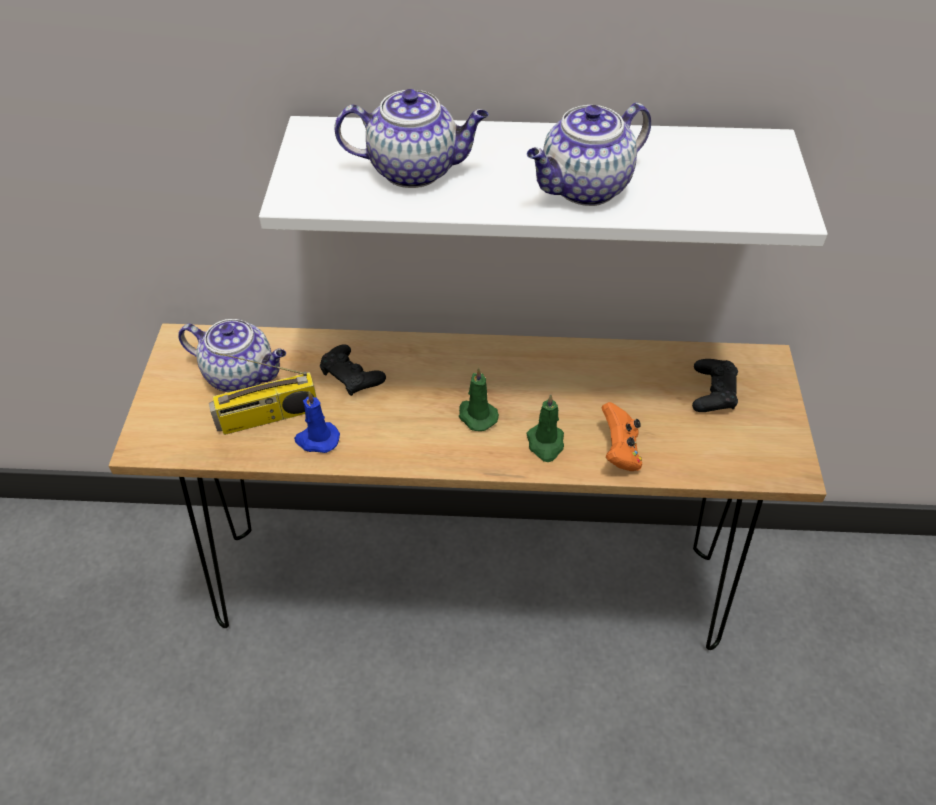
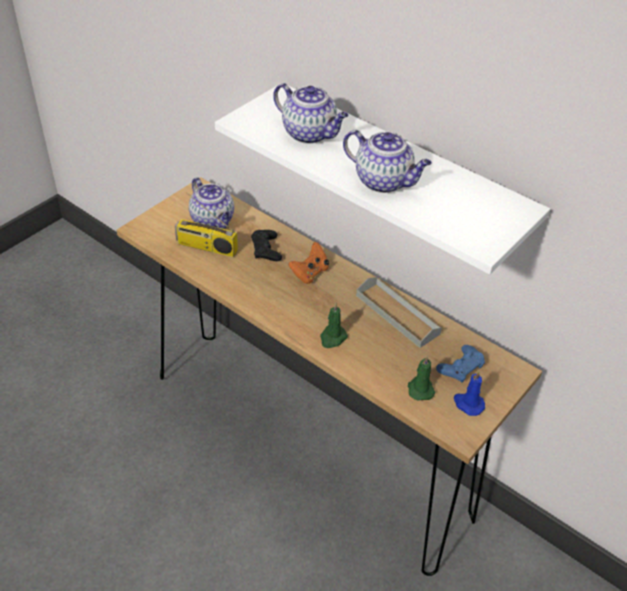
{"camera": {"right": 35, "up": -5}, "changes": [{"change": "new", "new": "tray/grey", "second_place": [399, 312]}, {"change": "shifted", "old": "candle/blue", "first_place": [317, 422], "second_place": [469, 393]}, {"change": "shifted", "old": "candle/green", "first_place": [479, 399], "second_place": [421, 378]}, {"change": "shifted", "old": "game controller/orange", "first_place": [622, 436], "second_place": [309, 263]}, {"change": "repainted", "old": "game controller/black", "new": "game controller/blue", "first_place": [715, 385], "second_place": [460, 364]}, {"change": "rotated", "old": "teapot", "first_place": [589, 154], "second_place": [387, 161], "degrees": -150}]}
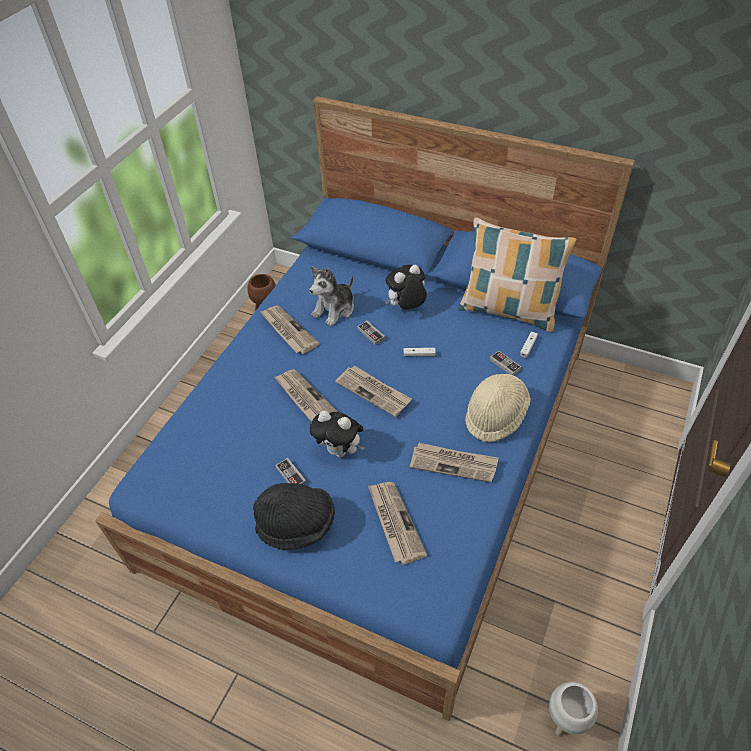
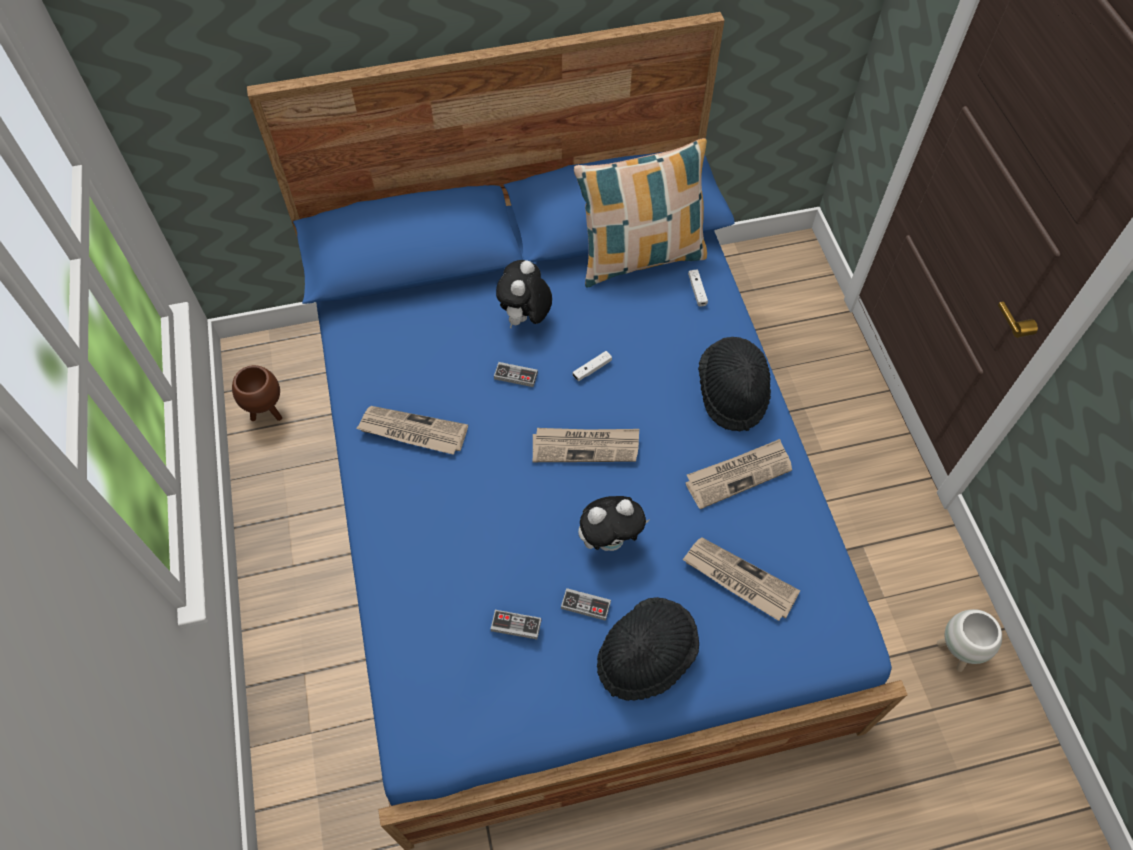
{"camera": {"right": -40, "up": 10}, "changes": [{"change": "gone", "old": "newspaper", "first_place": [306, 396]}, {"change": "gone", "old": "plush toy", "first_place": [331, 296]}, {"change": "shifted", "old": "game controller", "first_place": [505, 363], "second_place": [516, 624]}, {"change": "repainted", "old": "hat/beige", "new": "hat/black", "first_place": [498, 408], "second_place": [734, 384]}]}
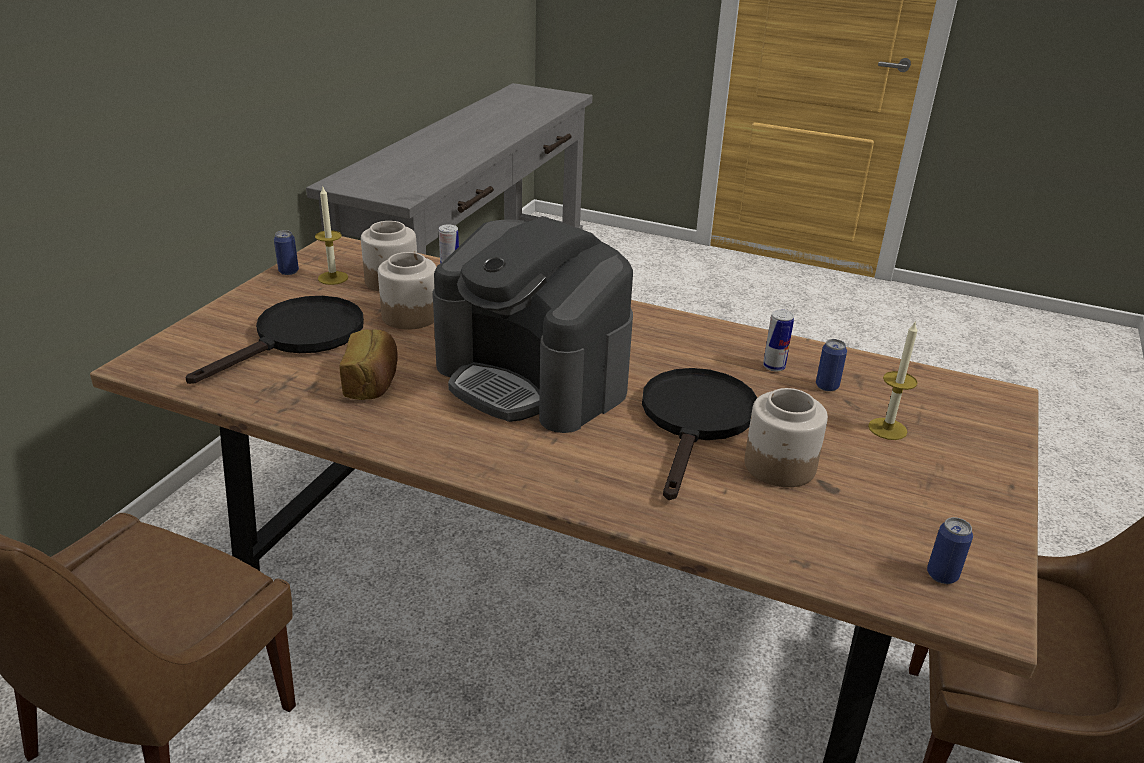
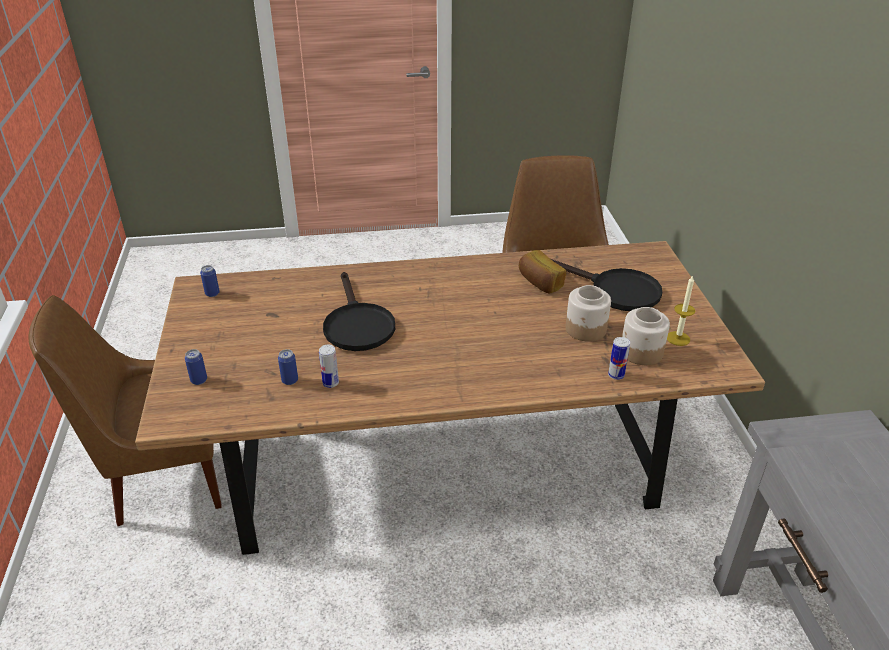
{"camera": {"right": 150, "up": 5}, "changes": [{"change": "gone", "old": "coffee machine", "first_place": [533, 325]}, {"change": "gone", "old": "jar", "first_place": [786, 437]}, {"change": "gone", "old": "candle", "first_place": [893, 380]}, {"change": "shifted", "old": "can", "first_place": [286, 252], "second_place": [196, 367]}, {"change": "rotated", "old": "frying pan/black", "first_place": [275, 340], "second_place": [606, 285], "degrees": -60}]}
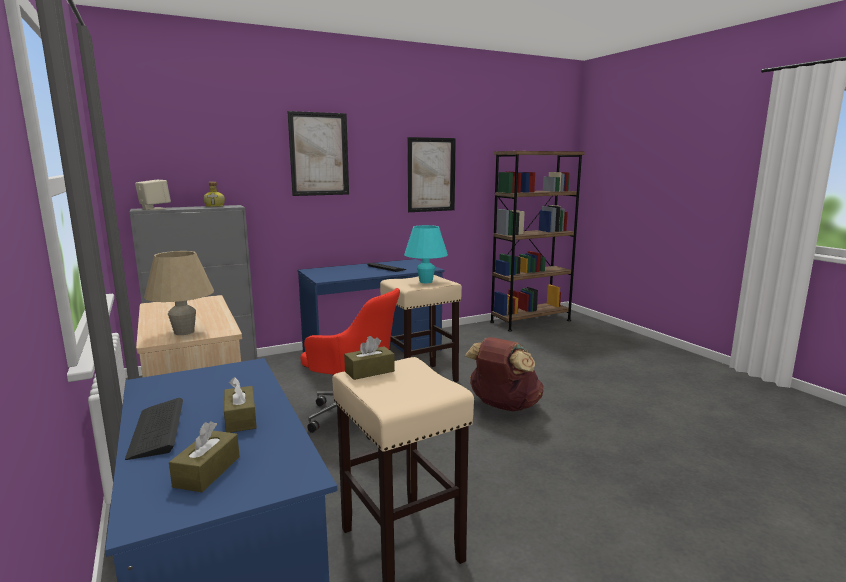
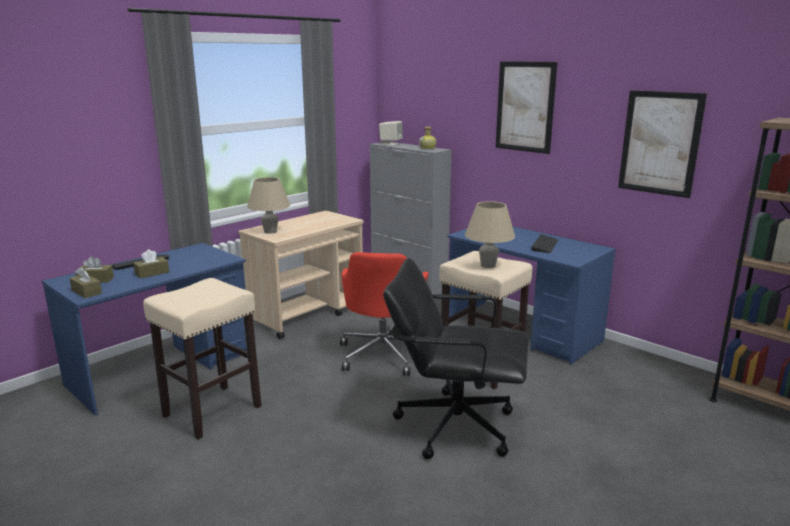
{"camera": {"right": 70, "up": 5}, "changes": [{"change": "shifted", "old": "tissue box/brown", "first_place": [369, 358], "second_place": [85, 282]}, {"change": "swapped", "old": "backpack/brown", "new": "office chair/black", "first_place": [503, 374], "second_place": [456, 358]}, {"change": "repainted", "old": "table lamp/turquoise", "new": "table lamp/beige", "first_place": [426, 254], "second_place": [490, 234]}]}
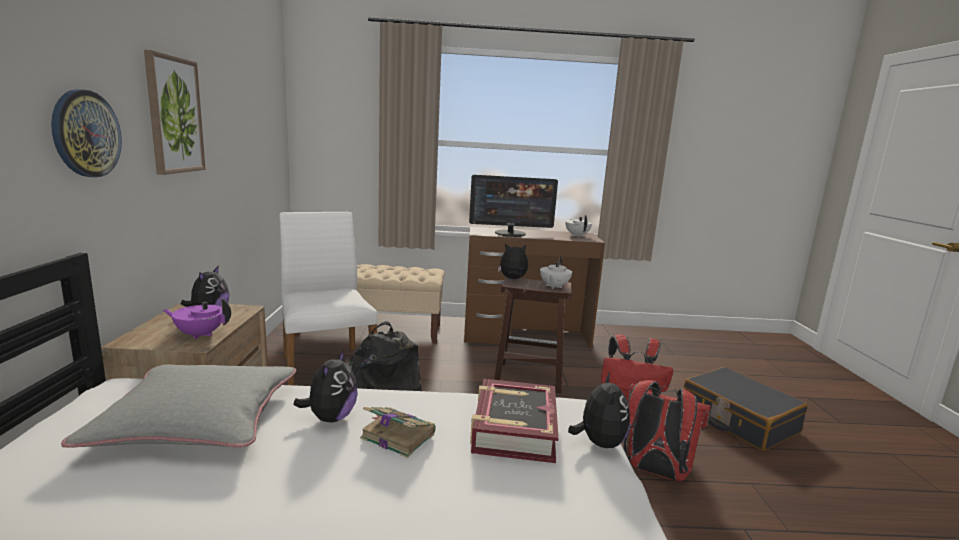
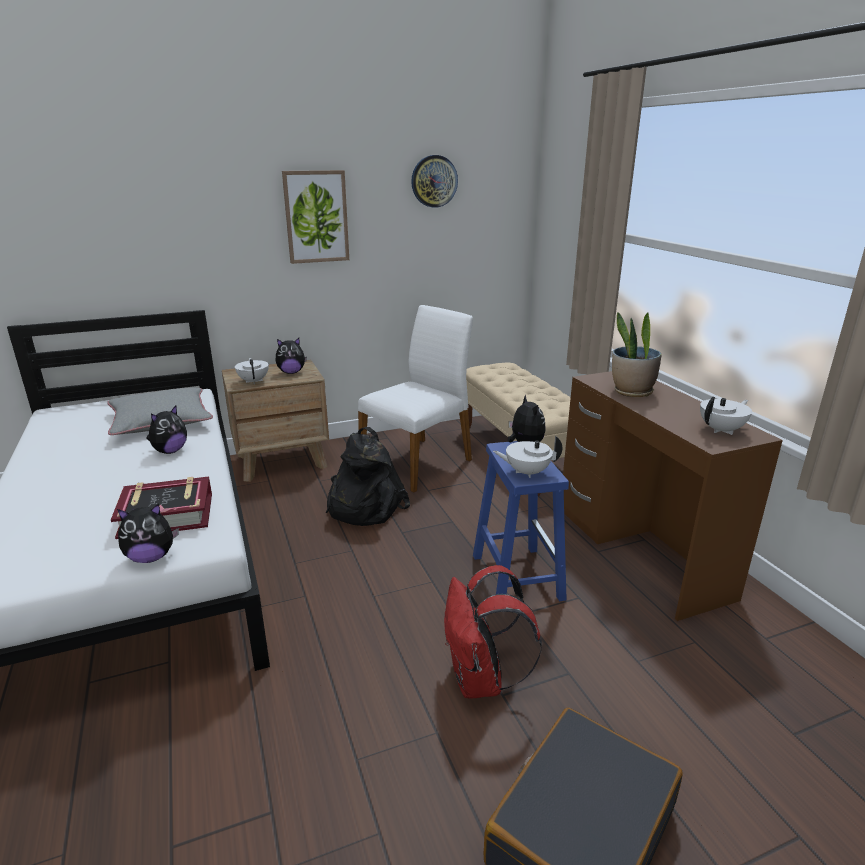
{"camera": {"right": 70, "up": 10}, "changes": [{"change": "gone", "old": "book", "first_place": [398, 432]}, {"change": "gone", "old": "backpack/red", "first_place": [667, 430]}, {"change": "shifted", "old": "wall clock", "first_place": [86, 133], "second_place": [434, 181]}, {"change": "swapped", "old": "monitor", "new": "potted plant", "first_place": [513, 206], "second_place": [636, 354]}, {"change": "repainted", "old": "teapot/purple", "new": "teapot/white", "first_place": [197, 318], "second_place": [252, 371]}, {"change": "repainted", "old": "stool/brown", "new": "stool/blue", "first_place": [533, 335], "second_place": [521, 521]}, {"change": "rotated", "old": "plush toy", "first_place": [325, 385], "second_place": [166, 430], "degrees": -45}]}
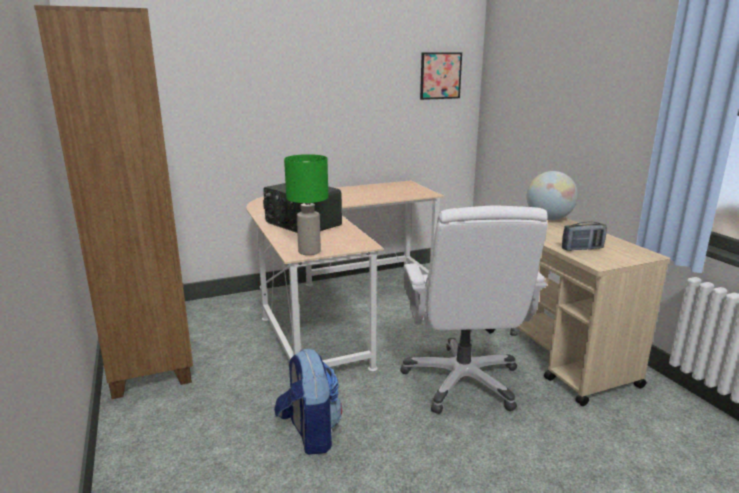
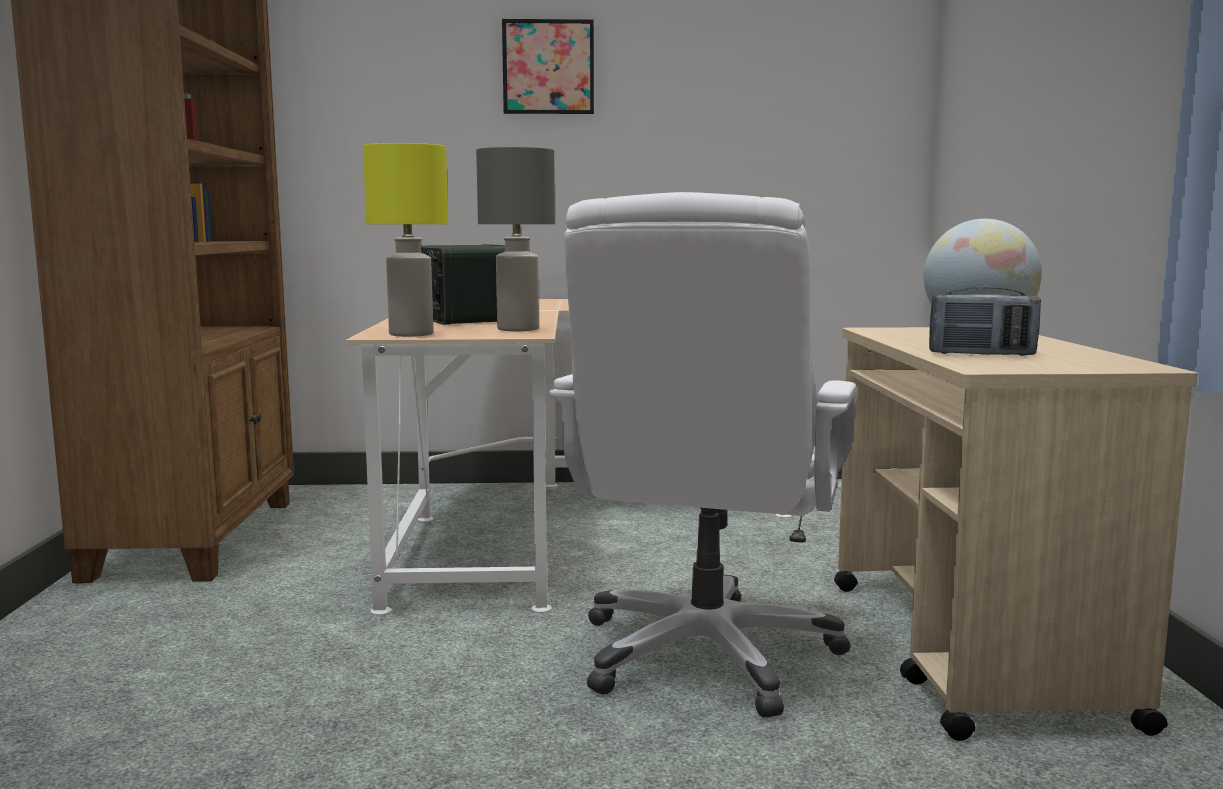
{"camera": {"right": 20, "up": -10}, "changes": [{"change": "gone", "old": "backpack", "first_place": [308, 402]}, {"change": "new", "new": "table lamp/grey", "second_place": [515, 239]}, {"change": "shifted", "old": "picture", "first_place": [441, 76], "second_place": [548, 66]}, {"change": "repainted", "old": "table lamp/green", "new": "table lamp/yellow", "first_place": [306, 204], "second_place": [405, 240]}]}
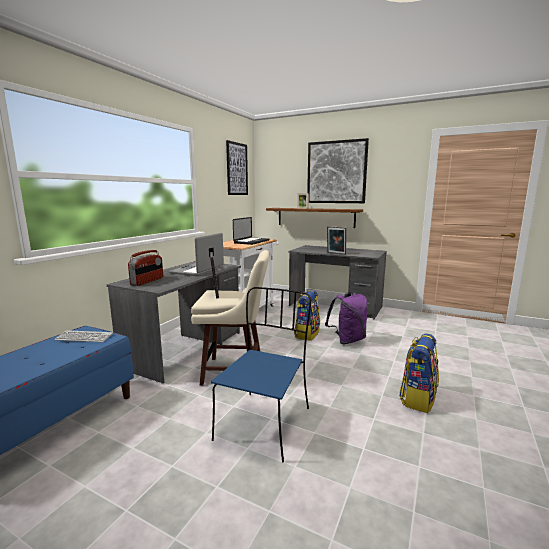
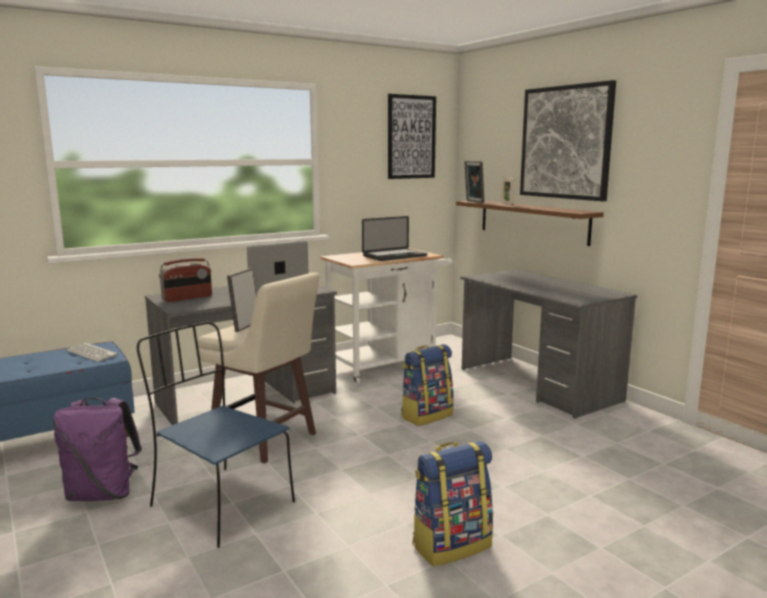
{"camera": {"right": 30, "up": 0}, "changes": [{"change": "shifted", "old": "backpack/purple", "first_place": [346, 318], "second_place": [97, 449]}, {"change": "shifted", "old": "picture frame", "first_place": [336, 240], "second_place": [474, 182]}, {"change": "rotated", "old": "chair/blue", "first_place": [261, 374], "second_place": [216, 435], "degrees": -105}]}
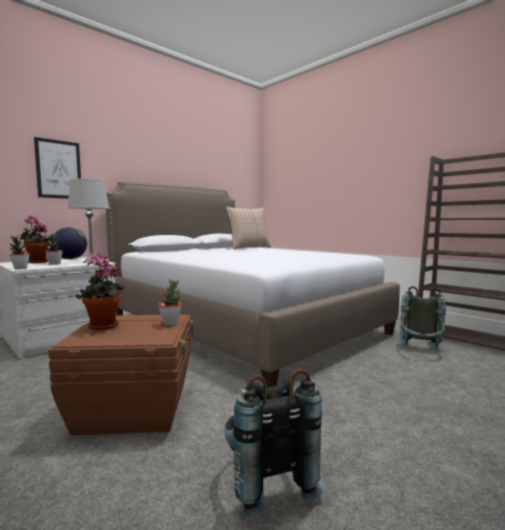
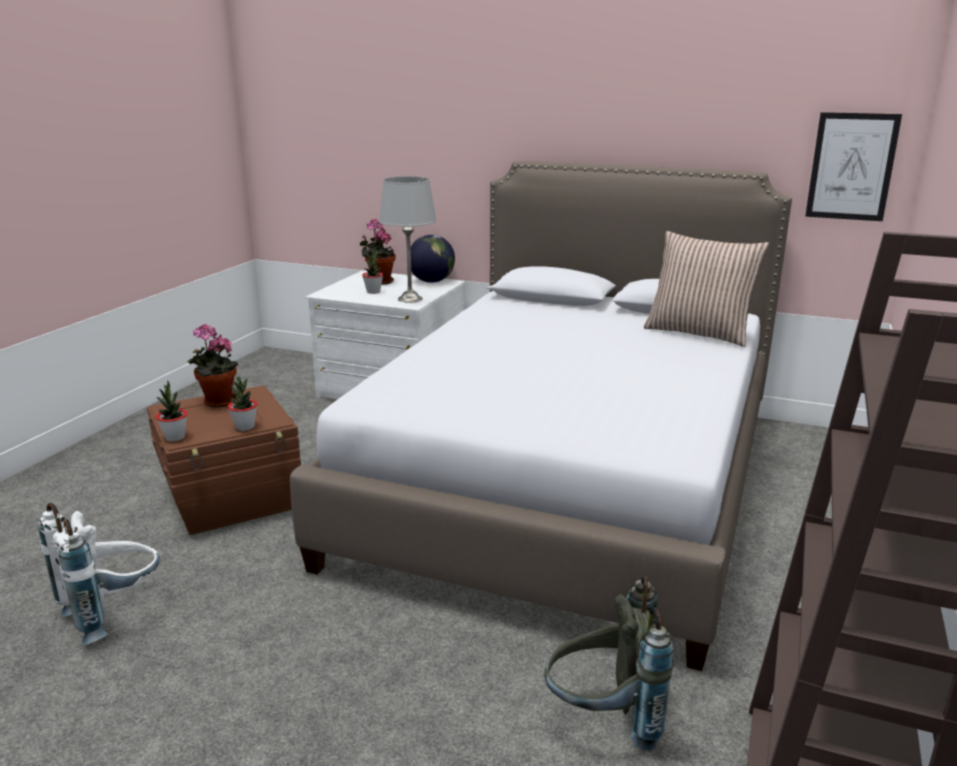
{"camera": {"right": 65, "up": 15}, "changes": [{"change": "shifted", "old": "potted plant", "first_place": [19, 252], "second_place": [171, 411]}, {"change": "shifted", "old": "picture", "first_place": [57, 168], "second_place": [853, 166]}, {"change": "repainted", "old": "backpack/black", "new": "backpack/white", "first_place": [274, 444], "second_place": [99, 574]}]}
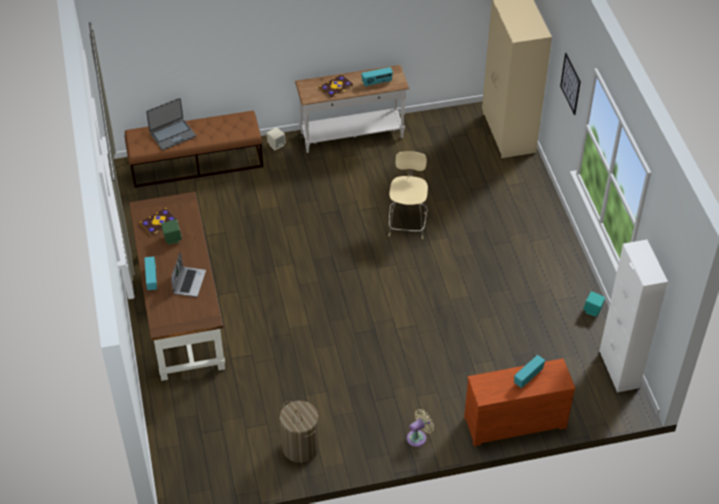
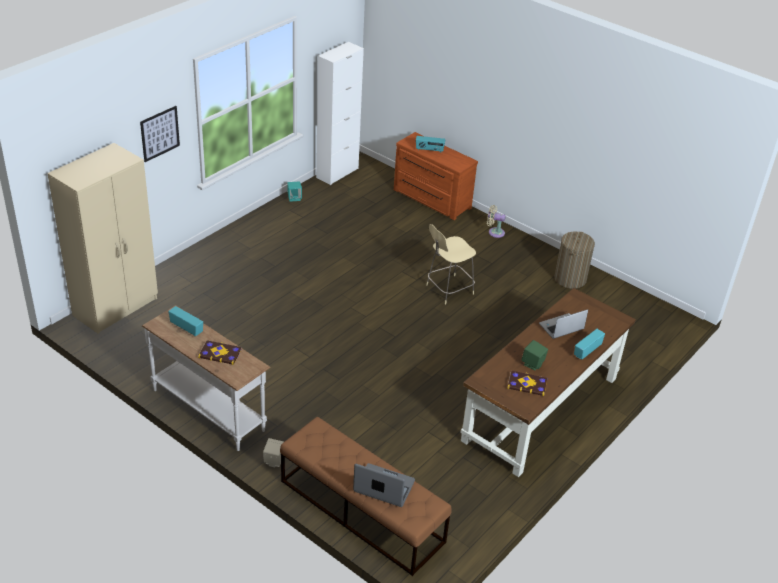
{"camera": {"right": -130, "up": -10}, "changes": [{"change": "shifted", "old": "chair/beige", "first_place": [408, 195], "second_place": [451, 264]}]}
